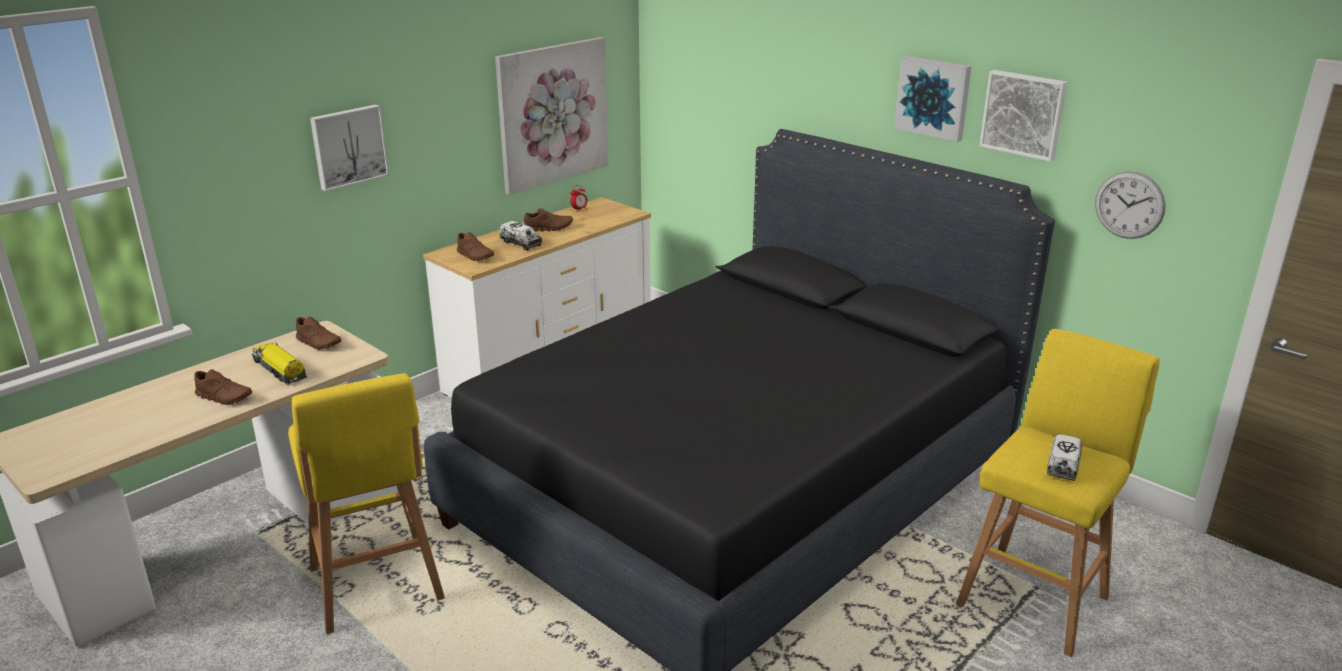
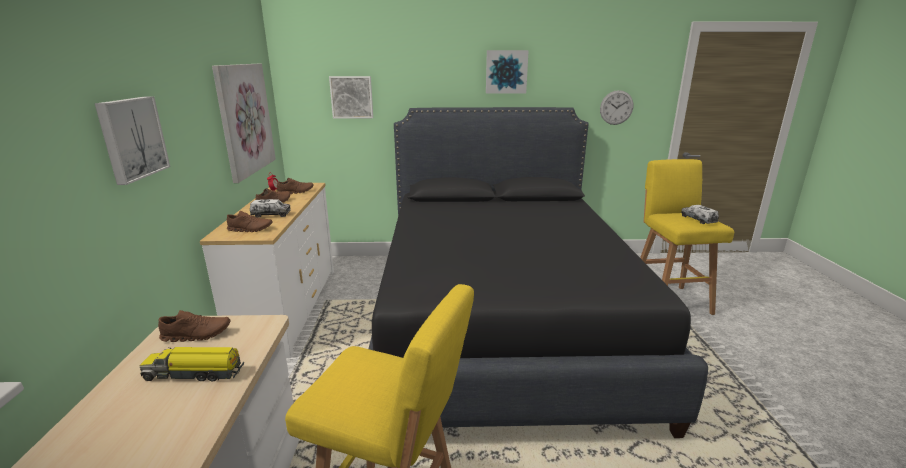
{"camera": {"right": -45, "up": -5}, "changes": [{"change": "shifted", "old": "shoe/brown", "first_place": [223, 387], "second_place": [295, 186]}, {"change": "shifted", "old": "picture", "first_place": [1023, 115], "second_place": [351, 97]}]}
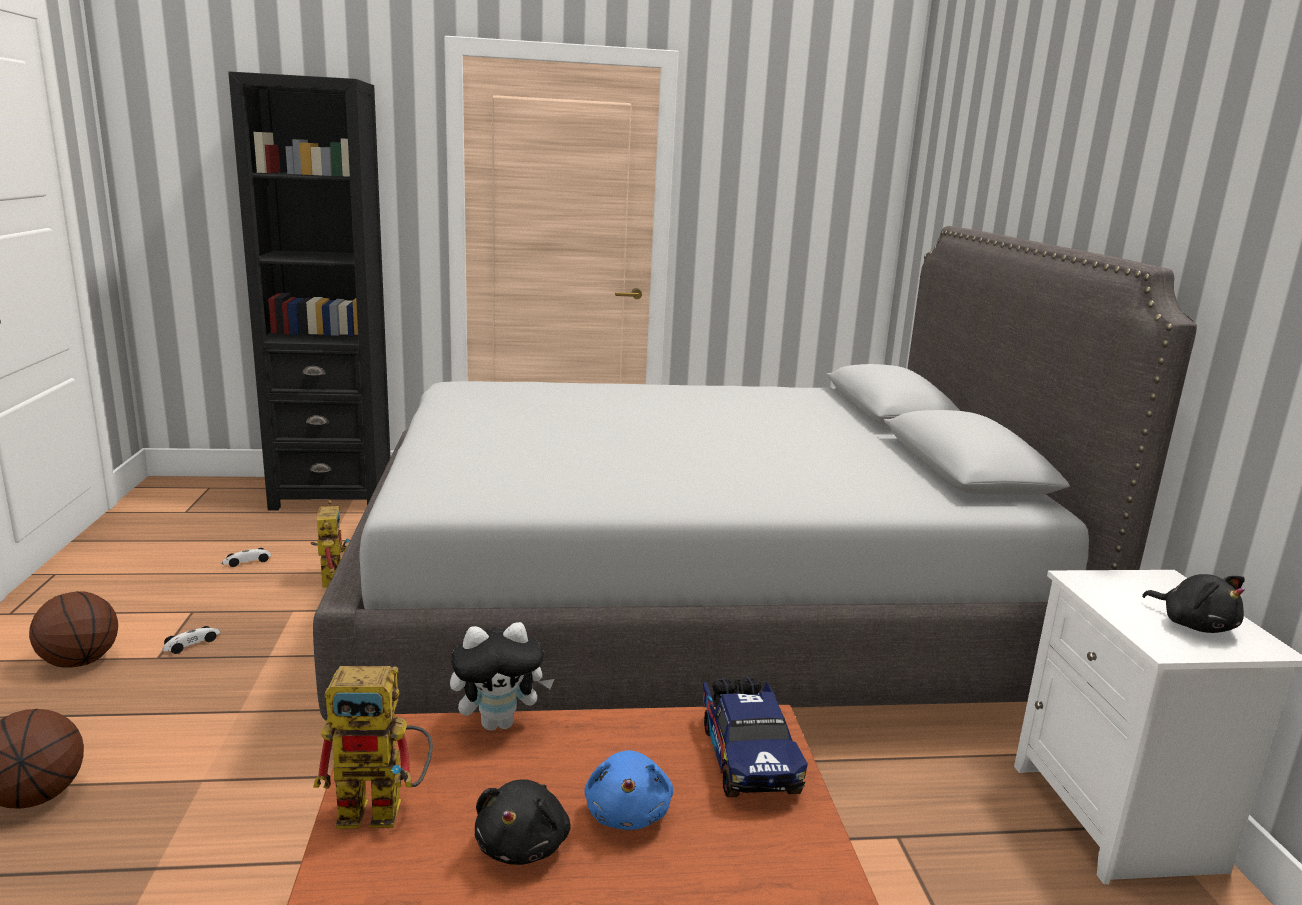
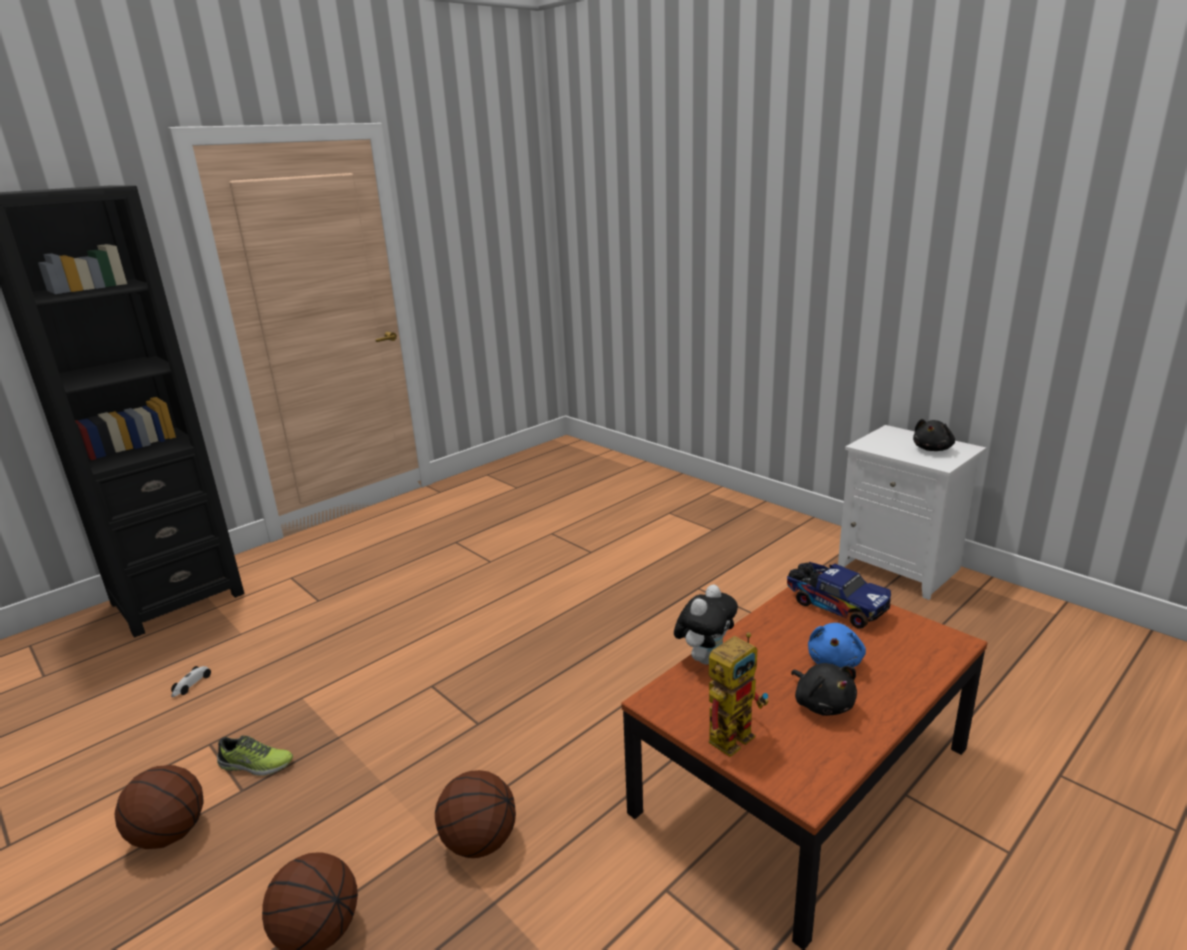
{"camera": {"right": -35, "up": 5}, "changes": [{"change": "gone", "old": "toy robot", "first_place": [330, 544]}, {"change": "gone", "old": "bed/grey", "first_place": [755, 473]}, {"change": "new", "new": "basketball", "second_place": [475, 814]}, {"change": "swapped", "old": "toy car", "new": "shoe", "first_place": [191, 640], "second_place": [255, 756]}, {"change": "rotated", "old": "plush toy/blue", "first_place": [628, 790], "second_place": [837, 645], "degrees": 60}, {"change": "rotated", "old": "plush toy/black", "first_place": [1193, 603], "second_place": [934, 435], "degrees": 105}]}
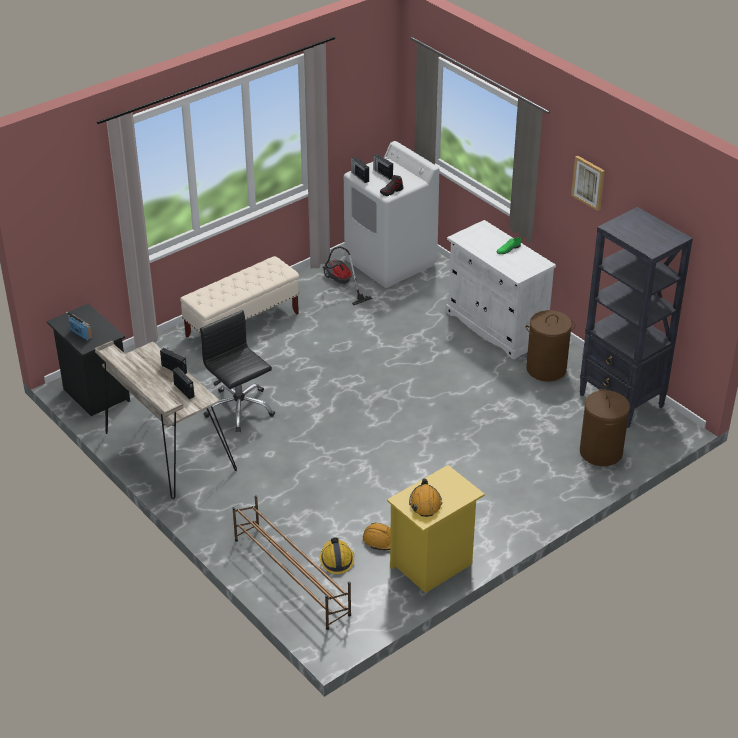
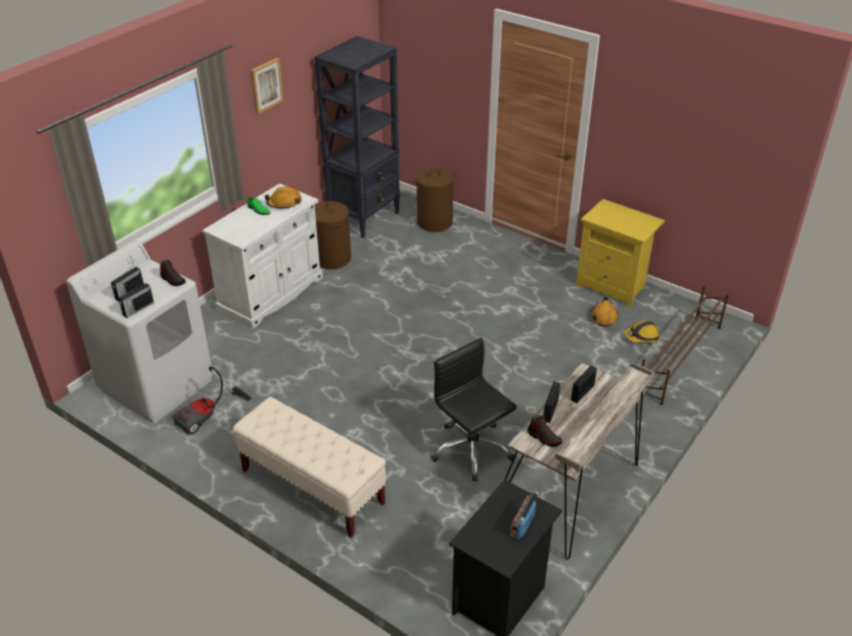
{"camera": {"right": -105, "up": 0}, "changes": [{"change": "new", "new": "shoe", "second_place": [544, 431]}, {"change": "shifted", "old": "hard hat/orange", "first_place": [425, 497], "second_place": [283, 198]}, {"change": "rotated", "old": "office chair/black", "first_place": [237, 371], "second_place": [474, 410], "degrees": 105}]}
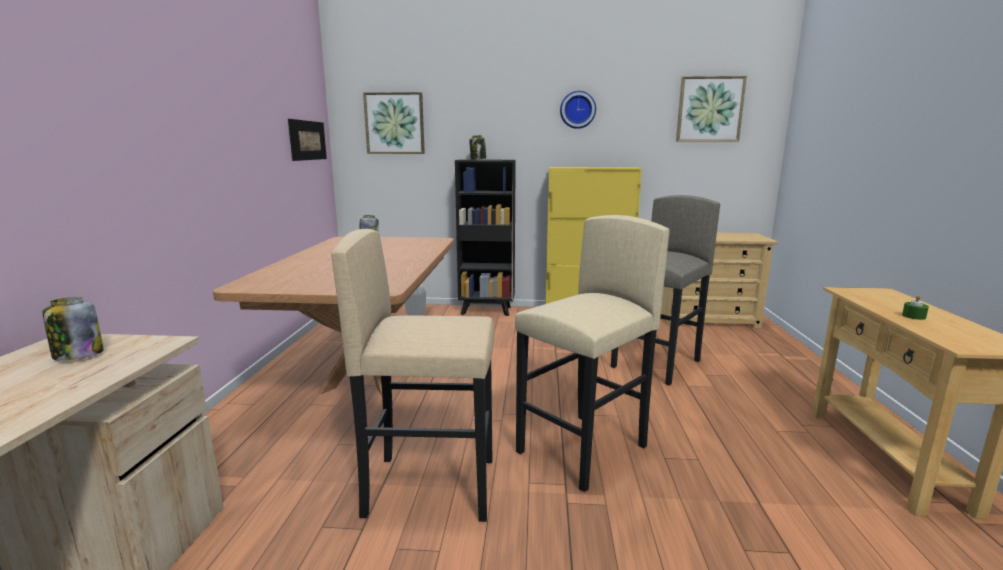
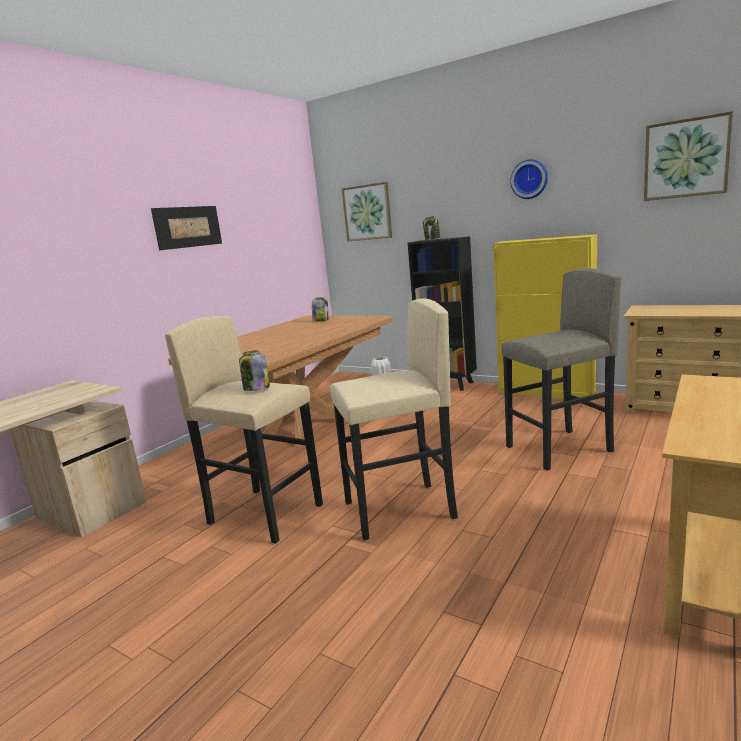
{"camera": {"right": 30, "up": 0}, "changes": [{"change": "gone", "old": "candle/green", "first_place": [915, 307]}, {"change": "shifted", "old": "jar", "first_place": [73, 329], "second_place": [254, 371]}, {"change": "shifted", "old": "picture", "first_place": [307, 140], "second_place": [186, 228]}]}
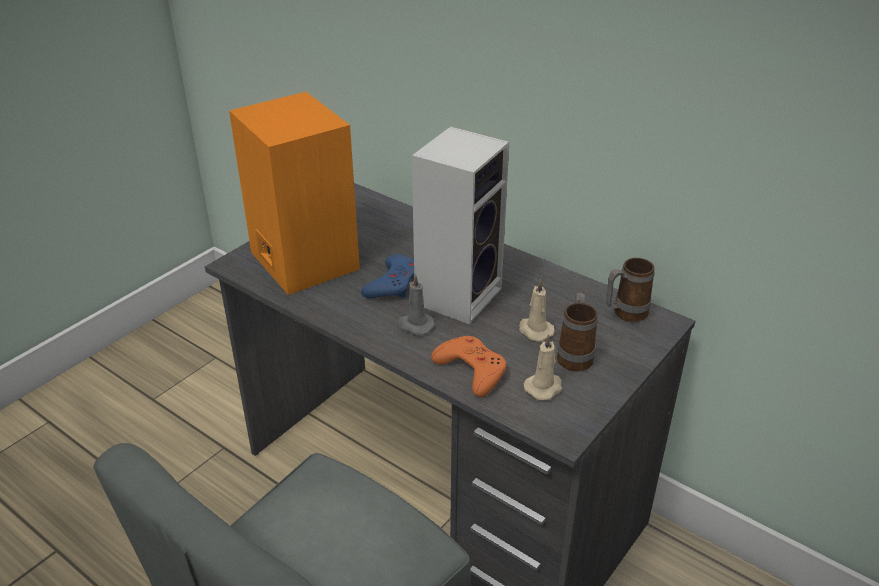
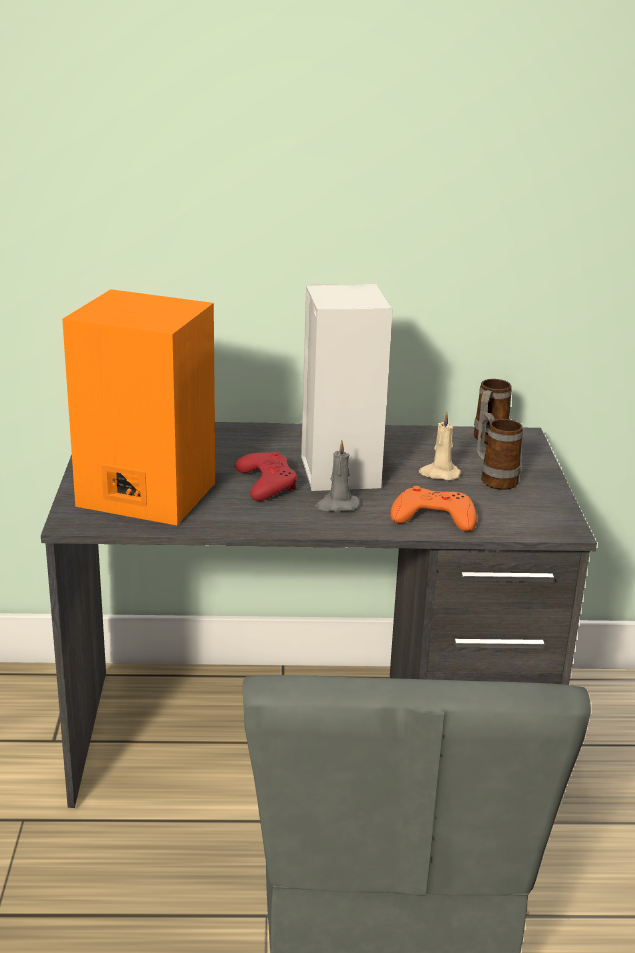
{"camera": {"right": -40, "up": -10}, "changes": [{"change": "gone", "old": "candle/beige", "first_place": [543, 367]}, {"change": "repainted", "old": "game controller/blue", "new": "game controller/red", "first_place": [387, 276], "second_place": [266, 476]}]}
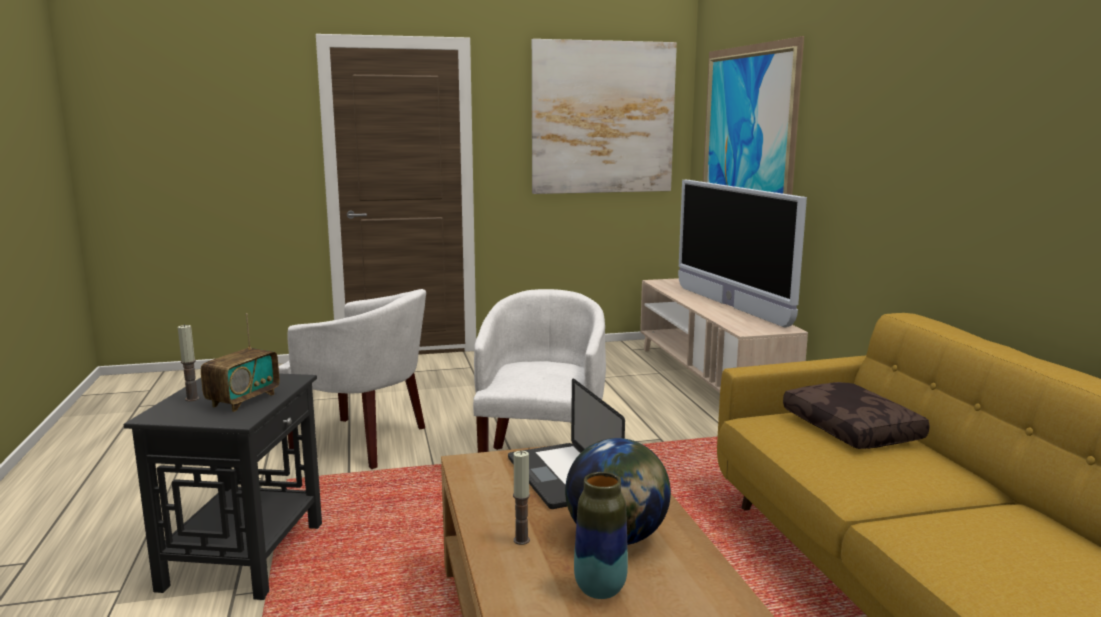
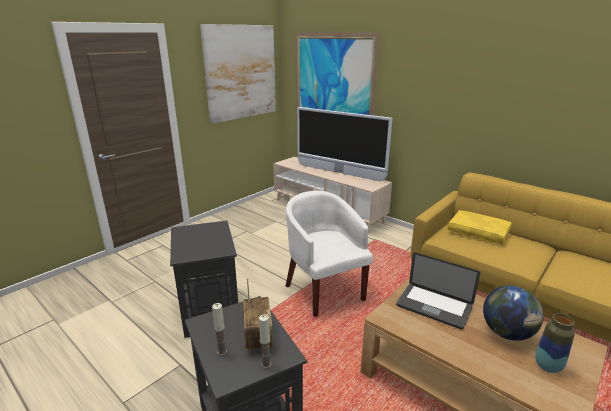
{"camera": {"right": -35, "up": 10}, "changes": [{"change": "shifted", "old": "candle", "first_place": [521, 498], "second_place": [265, 341]}, {"change": "swapped", "old": "armchair/white", "new": "side table/black", "first_place": [352, 379], "second_place": [204, 279]}, {"change": "repainted", "old": "pillow/brown", "new": "pillow/yellow", "first_place": [856, 415], "second_place": [480, 227]}]}
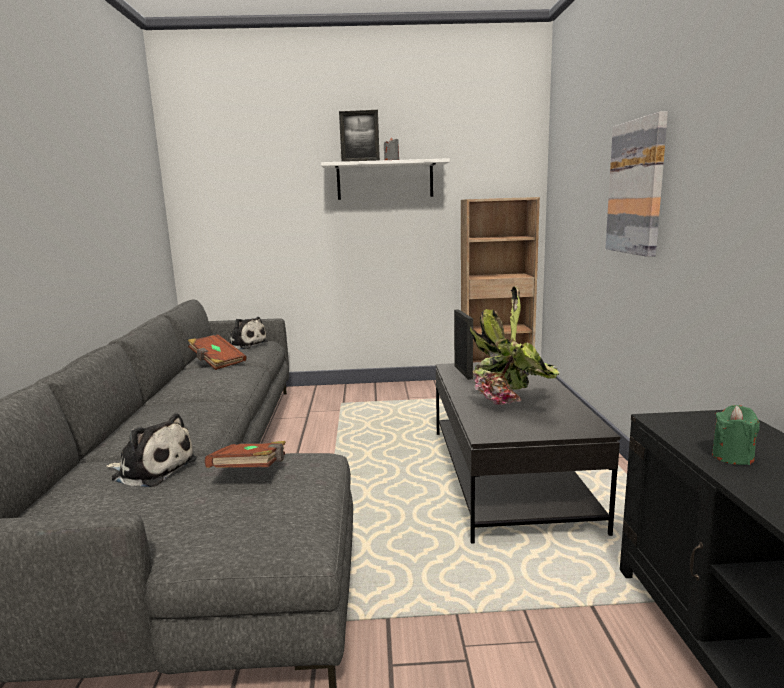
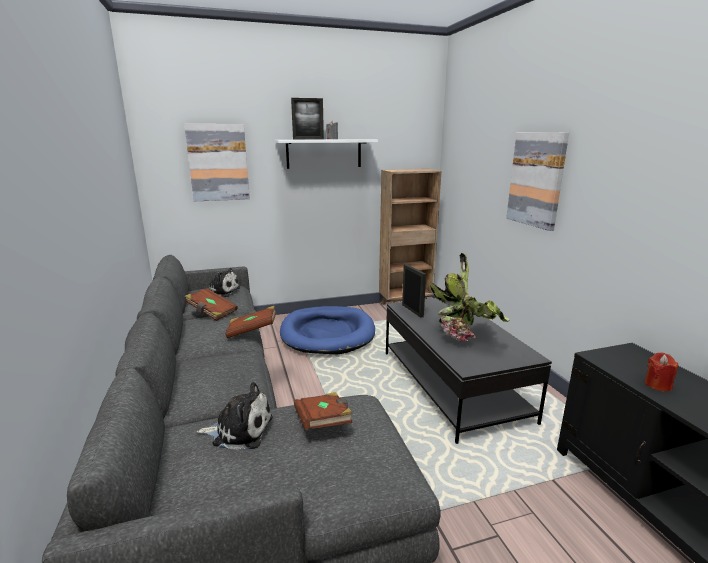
{"camera": {"right": -15, "up": 5}, "changes": [{"change": "new", "new": "picture", "second_place": [217, 162]}, {"change": "new", "new": "book/brown", "second_place": [250, 322]}, {"change": "new", "new": "dog bed/blue", "second_place": [327, 330]}, {"change": "repainted", "old": "candle/green", "new": "candle/red", "first_place": [736, 435], "second_place": [661, 371]}]}
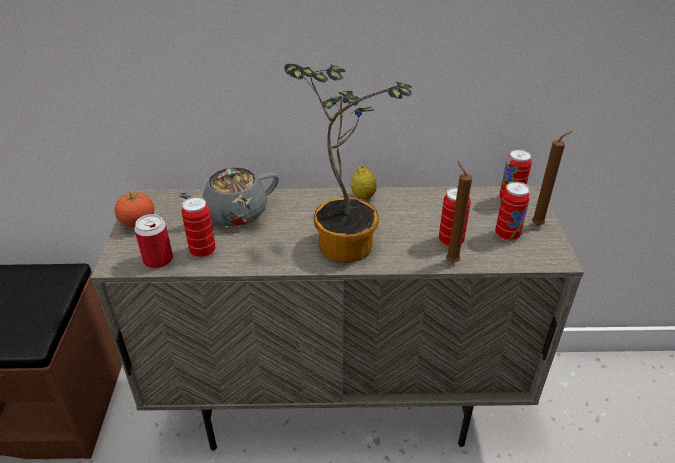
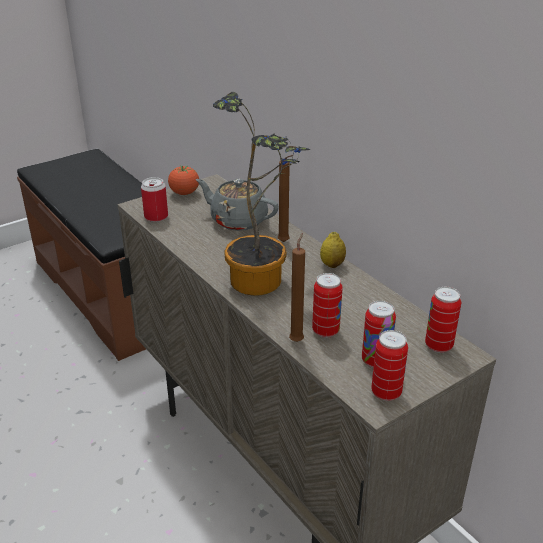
{"camera": {"right": 55, "up": -5}, "changes": [{"change": "shifted", "old": "can", "first_place": [198, 227], "second_place": [389, 365]}, {"change": "shifted", "old": "candle/brown", "first_place": [552, 178], "second_place": [285, 198]}]}
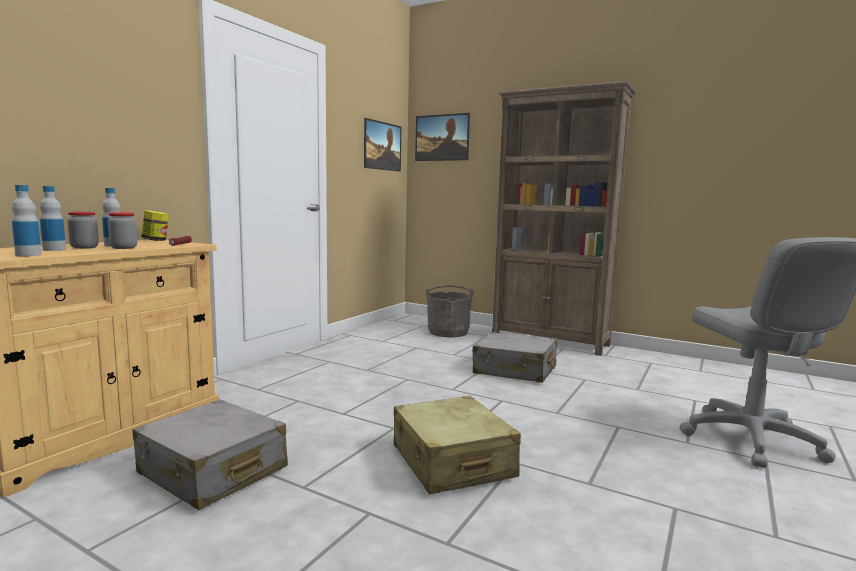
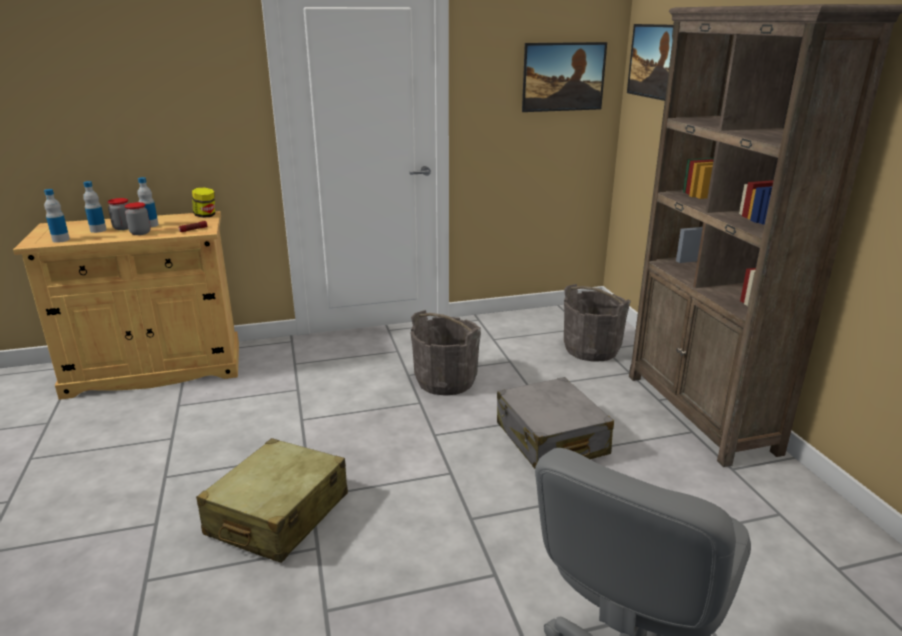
{"camera": {"right": 45, "up": 15}, "changes": [{"change": "gone", "old": "suitcase/grey", "first_place": [210, 454]}, {"change": "new", "new": "bucket/grey", "second_place": [445, 353]}]}
